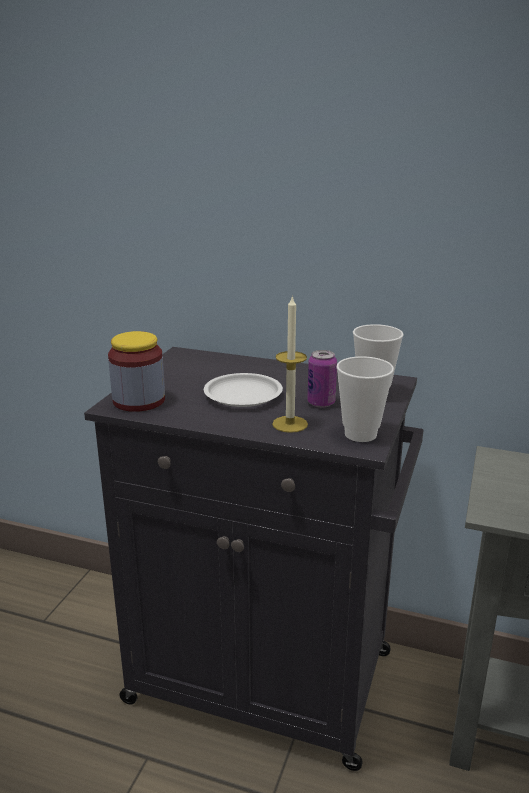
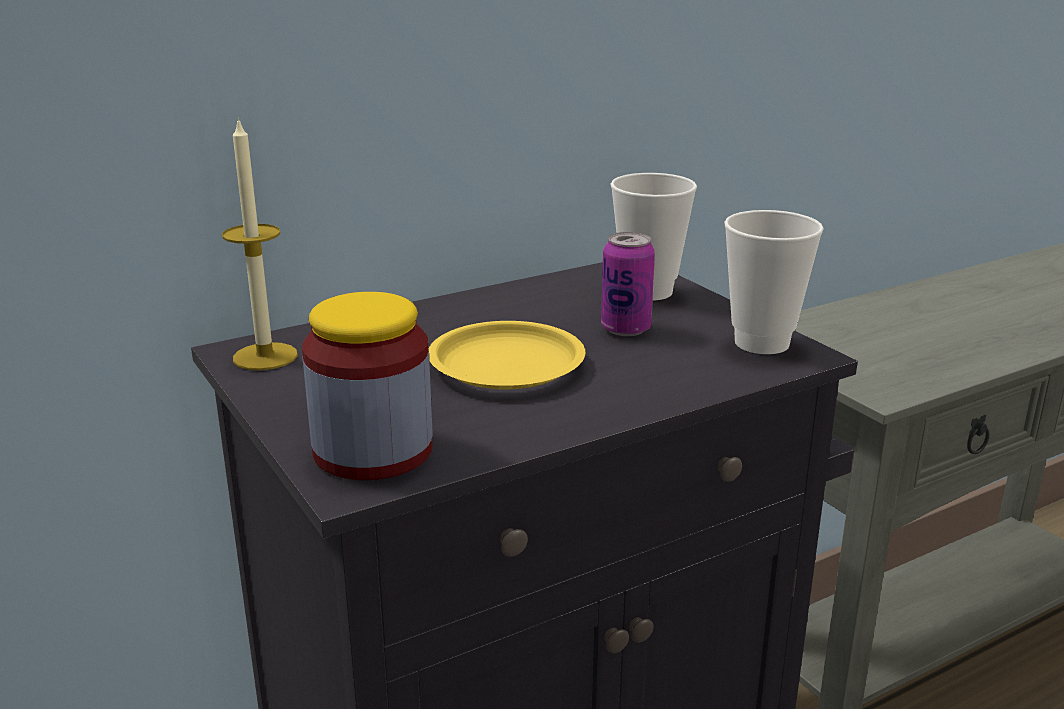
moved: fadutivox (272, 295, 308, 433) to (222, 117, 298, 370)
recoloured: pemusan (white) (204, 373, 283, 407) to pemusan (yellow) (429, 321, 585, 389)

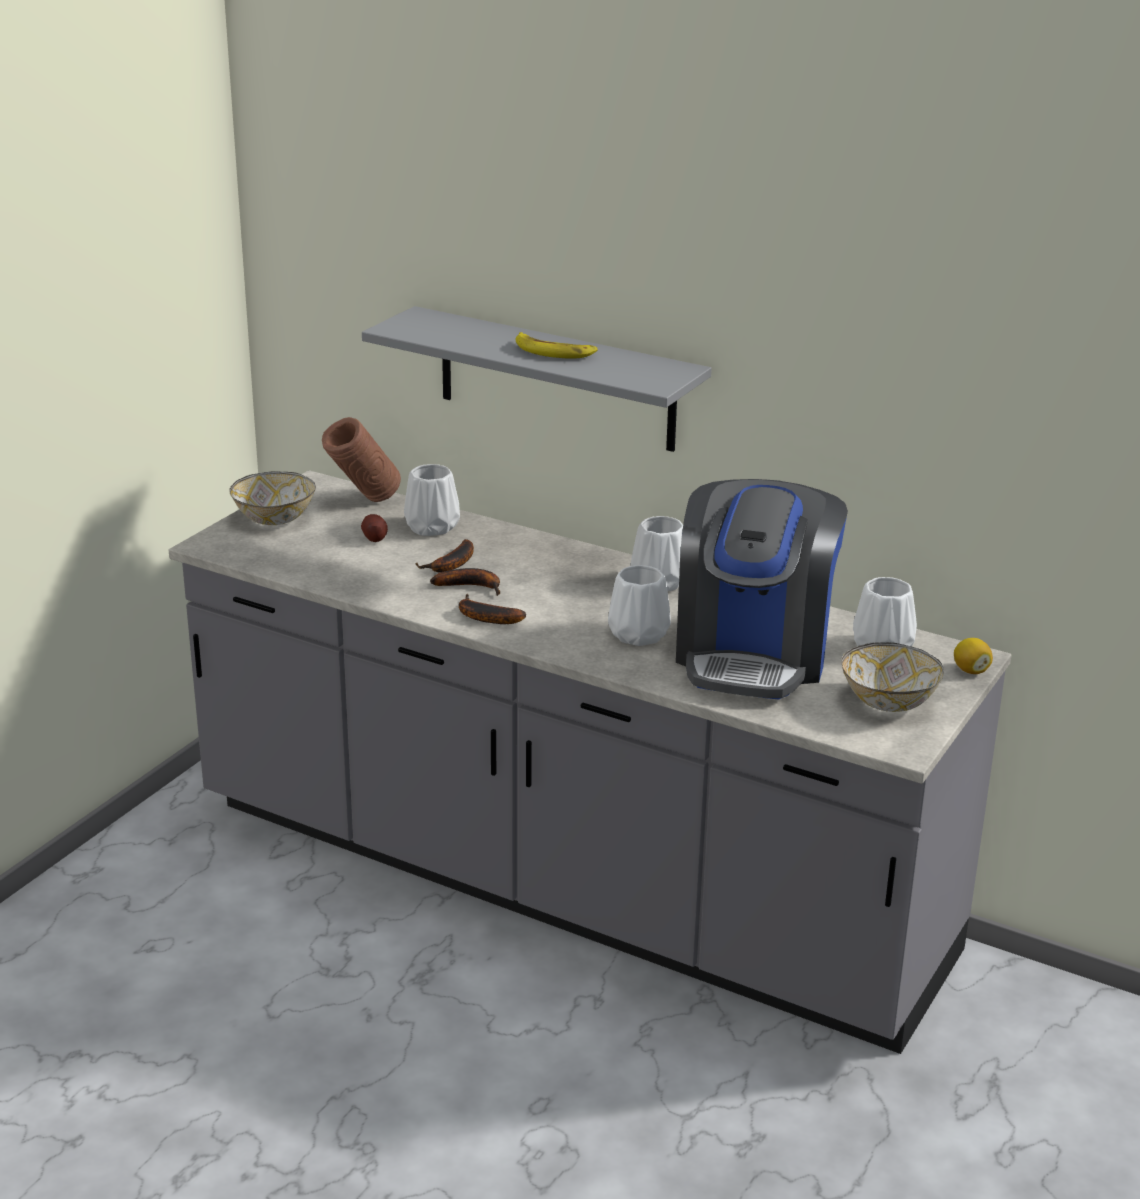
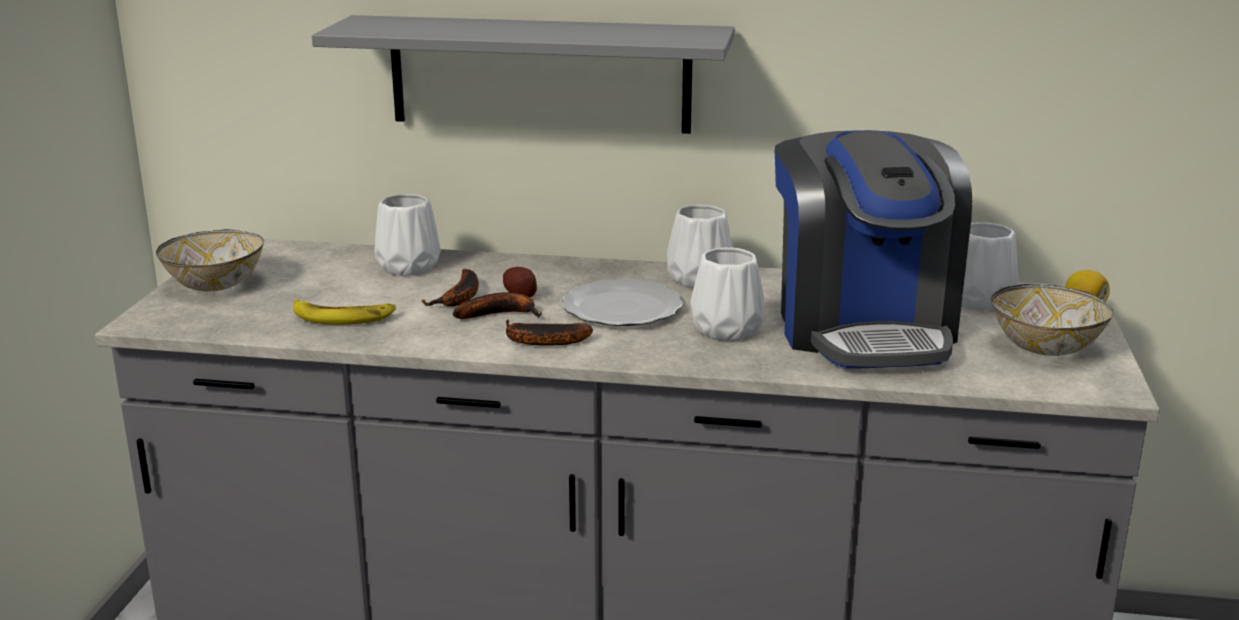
removed: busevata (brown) (322, 417, 401, 502)
added: pemusan (562, 279, 683, 326)
moved: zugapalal (516, 332, 598, 359) to (293, 299, 396, 325); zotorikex (361, 514, 388, 542) to (503, 267, 537, 297)

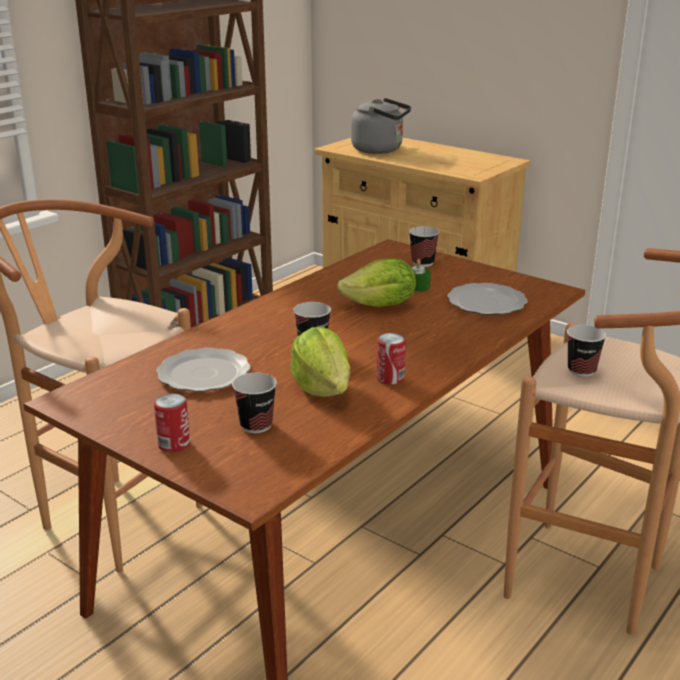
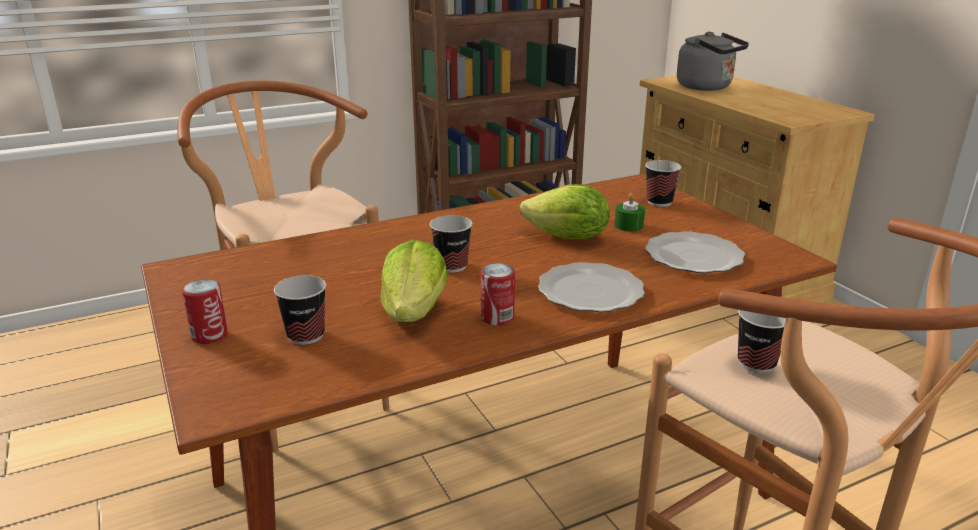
moved: pemusan (156, 347, 251, 392) to (538, 262, 645, 312)

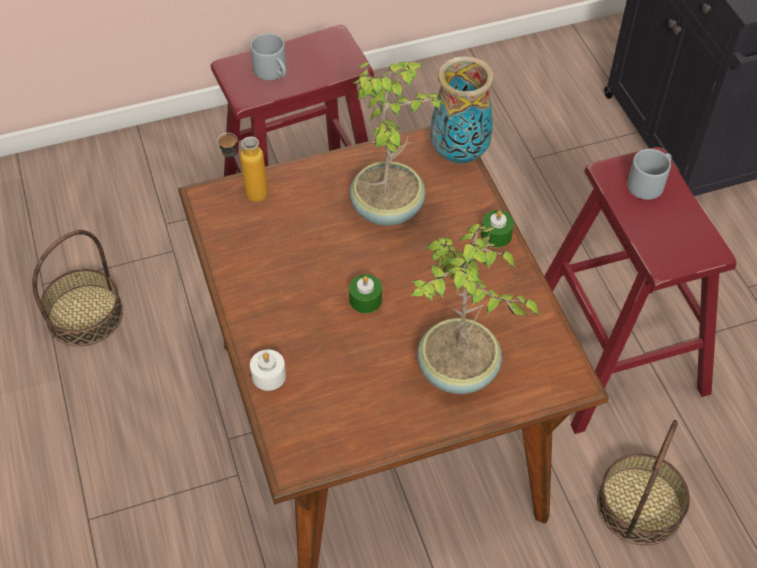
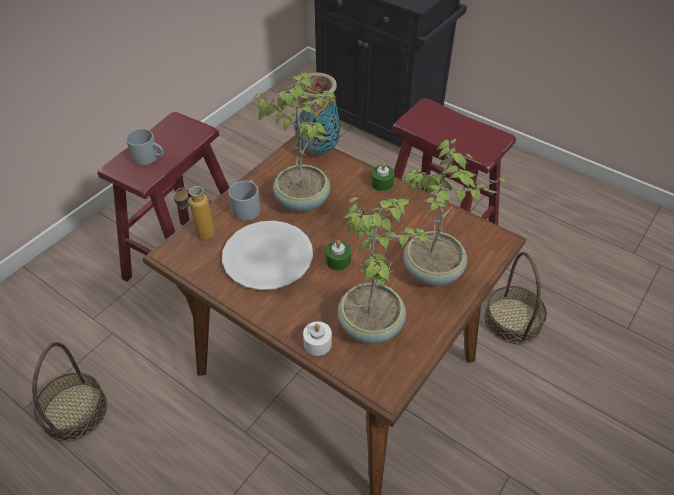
added: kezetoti (338, 197, 432, 344); pemusan (white) (222, 221, 313, 290)
moved: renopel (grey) (627, 149, 672, 200) to (228, 180, 261, 221)

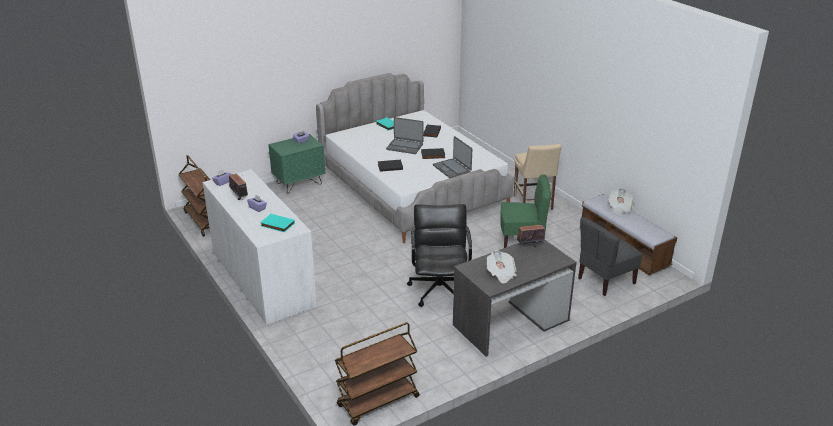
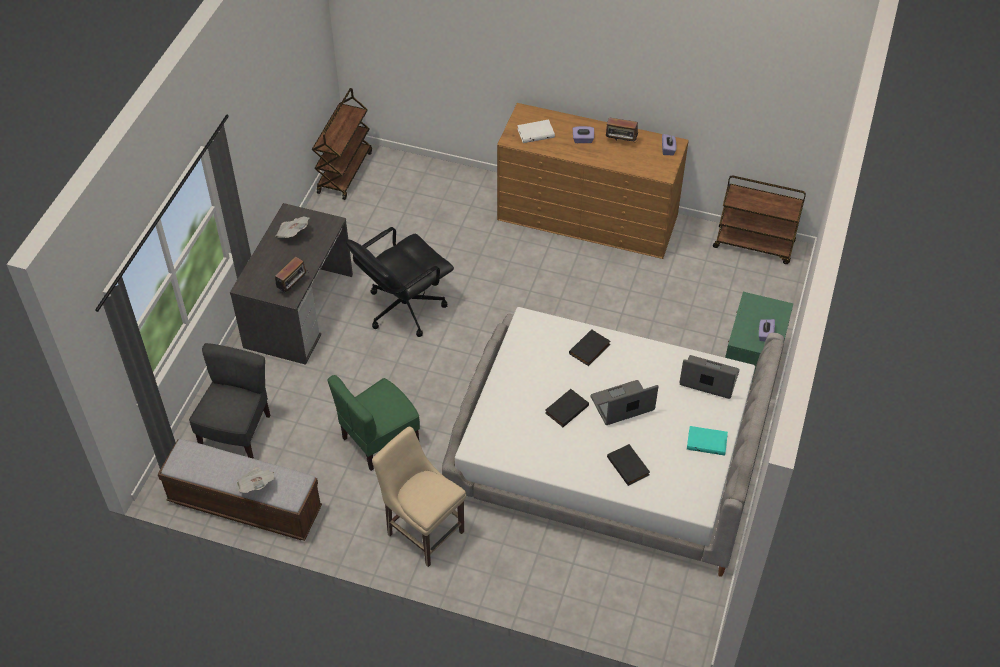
moved: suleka (433, 136, 472, 178) to (679, 355, 740, 399)
recoloured: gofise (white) (203, 169, 317, 325) to gofise (brown) (497, 103, 689, 259); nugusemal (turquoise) (260, 214, 295, 233) to nugusemal (white) (517, 120, 555, 143)
turned: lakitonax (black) (407, 204, 472, 307) = (346, 227, 454, 337) 90 degrees clockwise

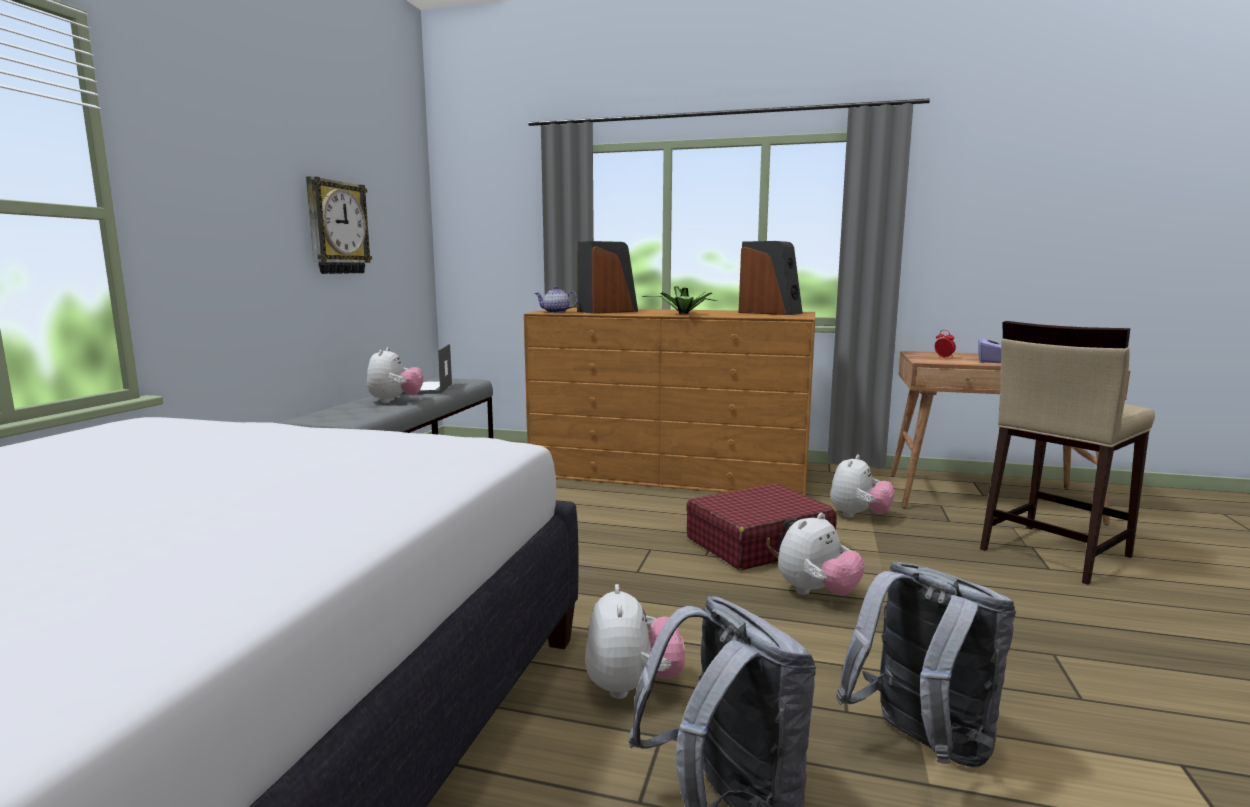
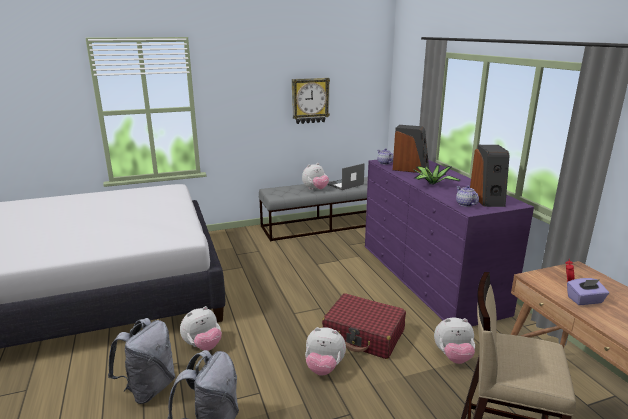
added: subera (456, 186, 479, 207)
recoloured: gofise (brown) (524, 308, 815, 496) to gofise (purple) (365, 160, 534, 326)

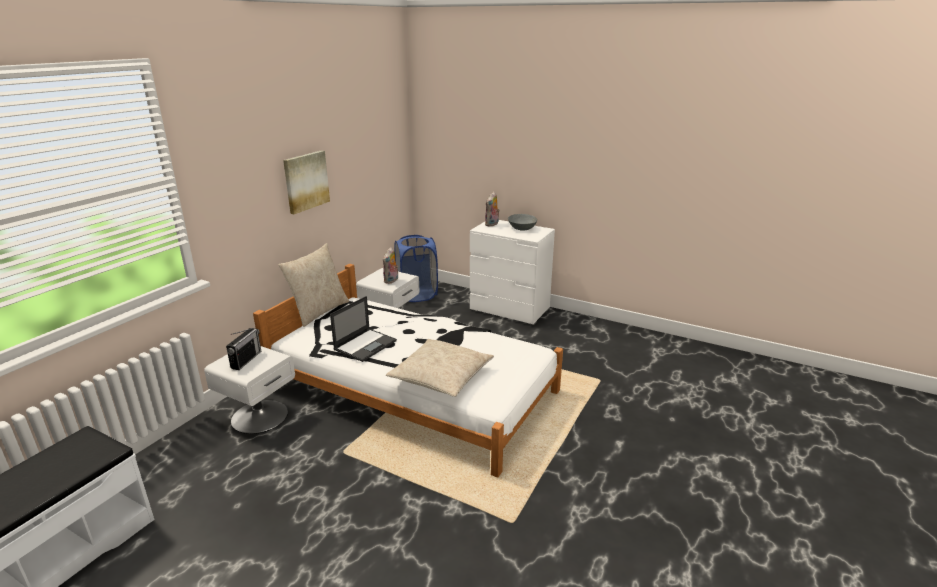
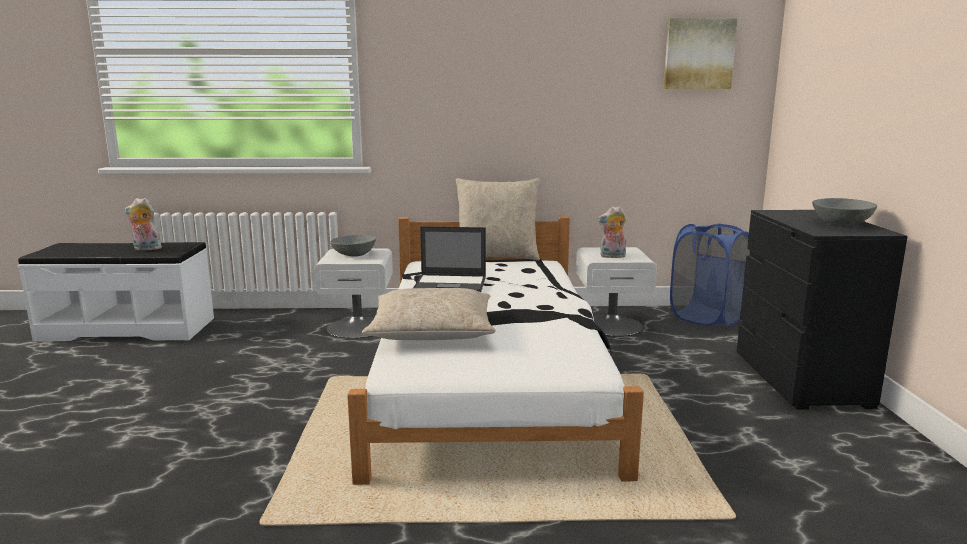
moved: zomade (283, 151, 330, 214) to (664, 18, 738, 89); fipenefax (485, 192, 500, 227) to (125, 198, 162, 250)
replaced: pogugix (226, 328, 261, 370) to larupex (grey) (330, 235, 376, 257)
recoloured: gofise (white) (470, 220, 555, 325) to gofise (black) (737, 210, 908, 410)

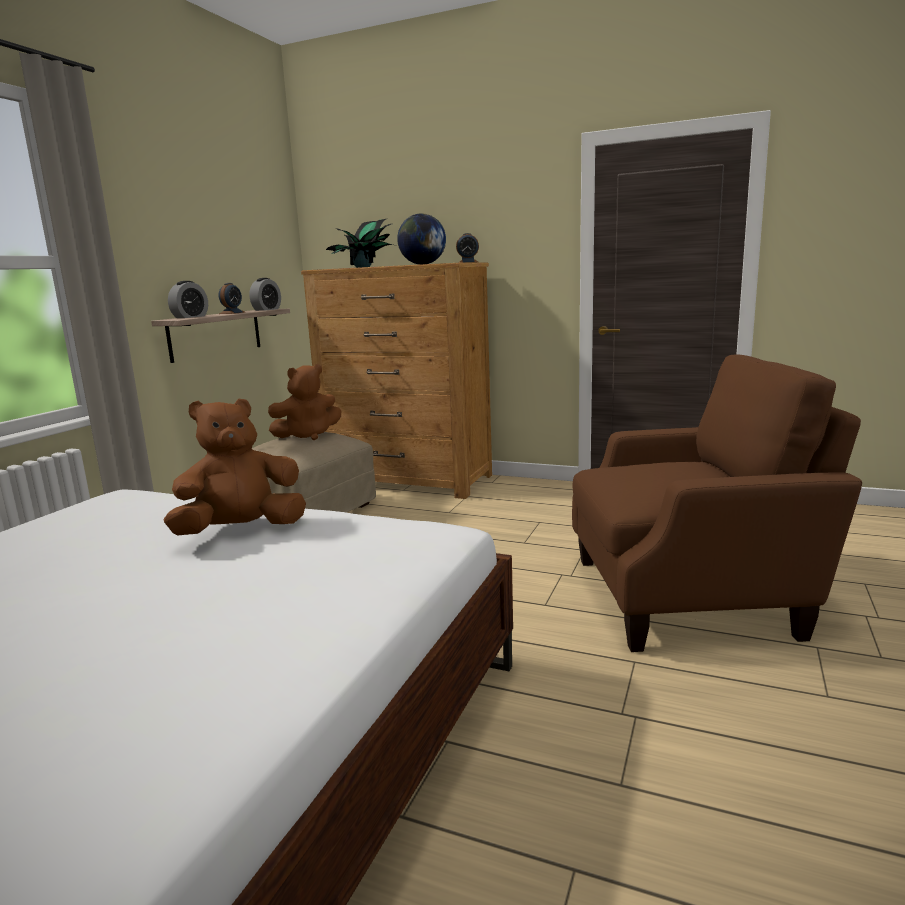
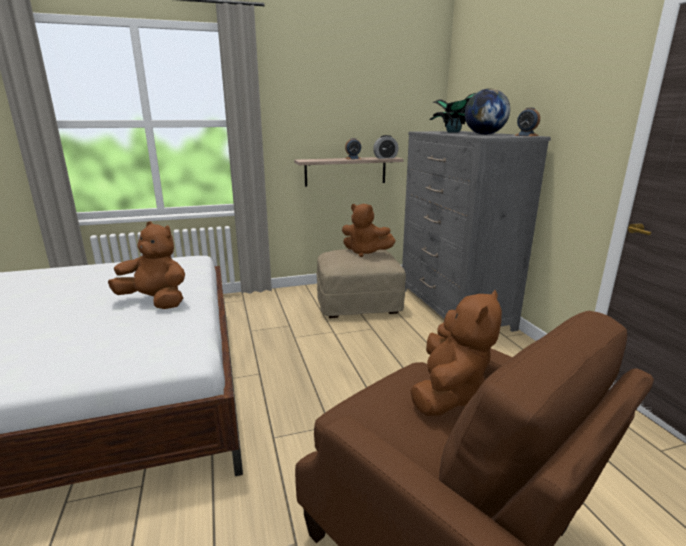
removed: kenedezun (168, 281, 208, 318)
added: fipenefax (brown) (410, 290, 502, 416)
recoloured: gofise (brown) (301, 262, 492, 499) to gofise (grey) (402, 131, 551, 332)

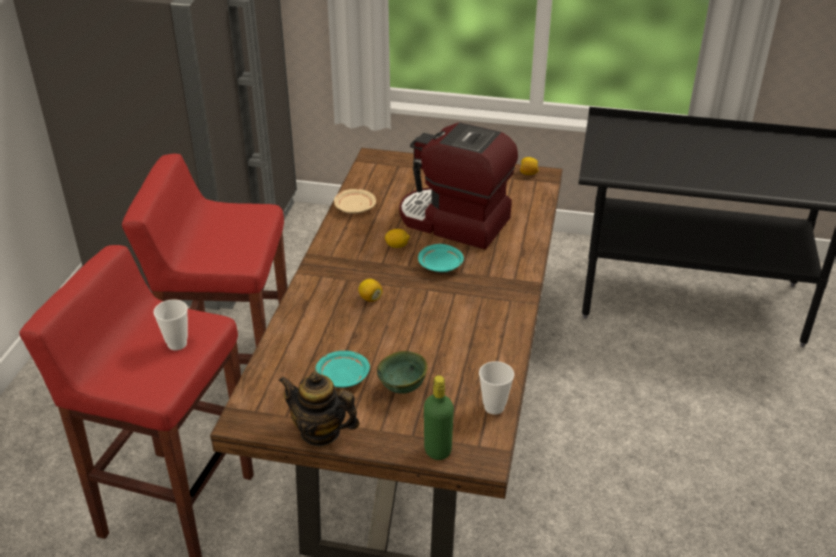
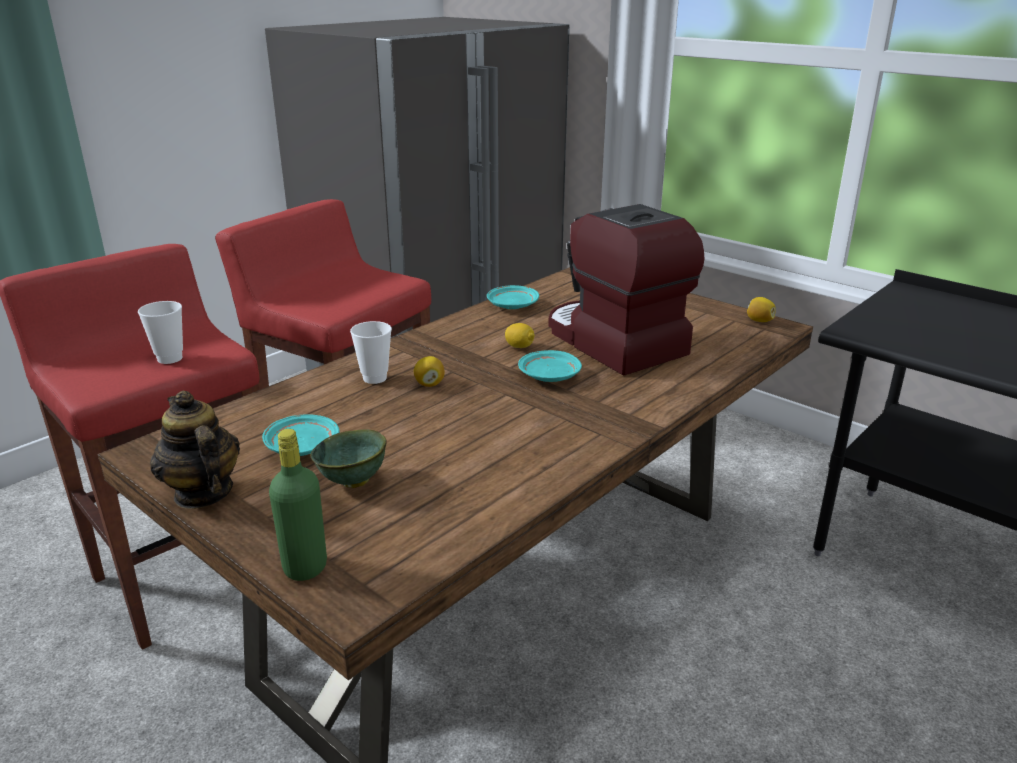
moved: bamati (479, 361, 514, 415) to (350, 321, 392, 384)
recoloured: pemusan (beige) (334, 189, 376, 214) to pemusan (turquoise) (487, 285, 539, 309)

